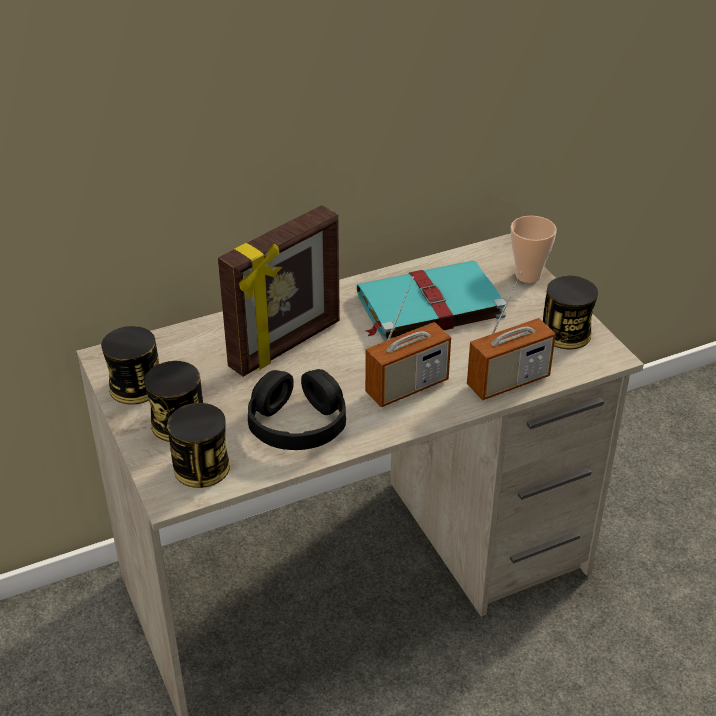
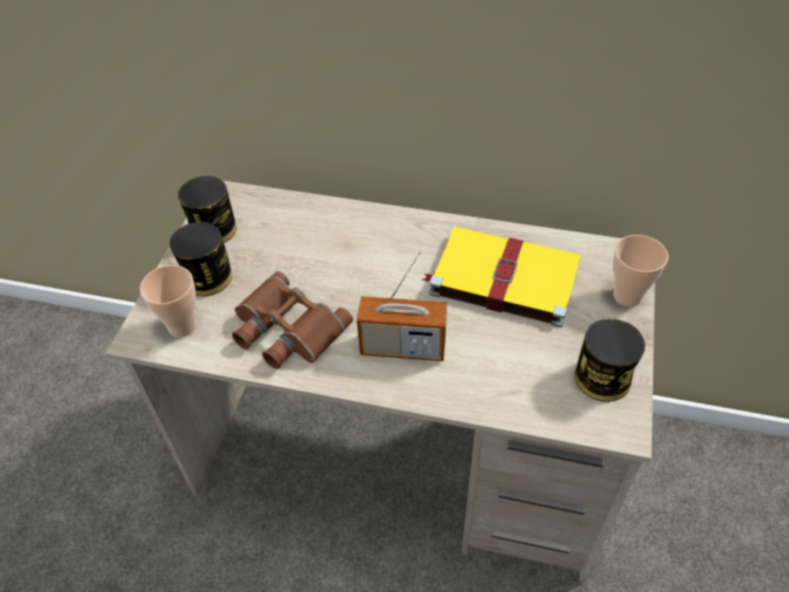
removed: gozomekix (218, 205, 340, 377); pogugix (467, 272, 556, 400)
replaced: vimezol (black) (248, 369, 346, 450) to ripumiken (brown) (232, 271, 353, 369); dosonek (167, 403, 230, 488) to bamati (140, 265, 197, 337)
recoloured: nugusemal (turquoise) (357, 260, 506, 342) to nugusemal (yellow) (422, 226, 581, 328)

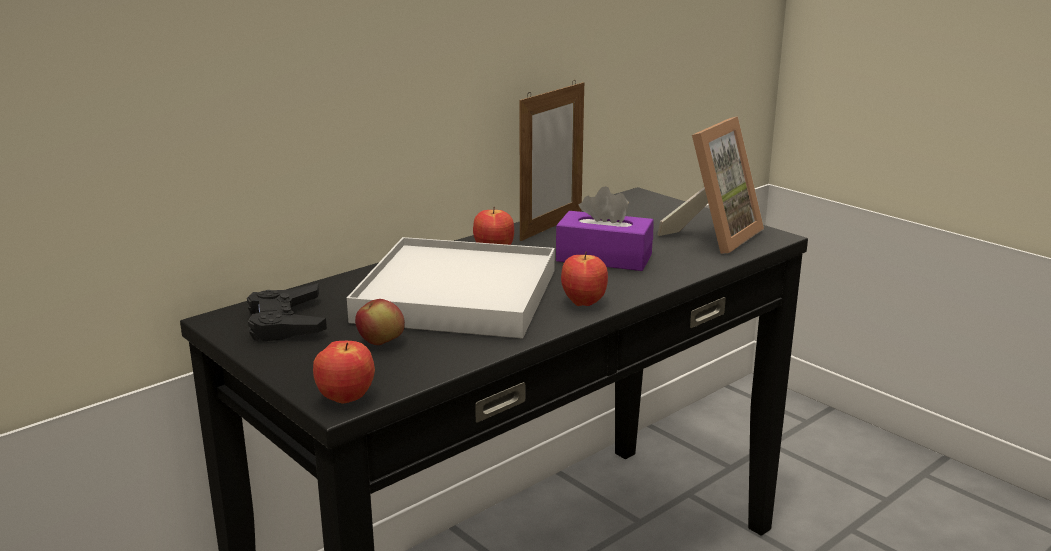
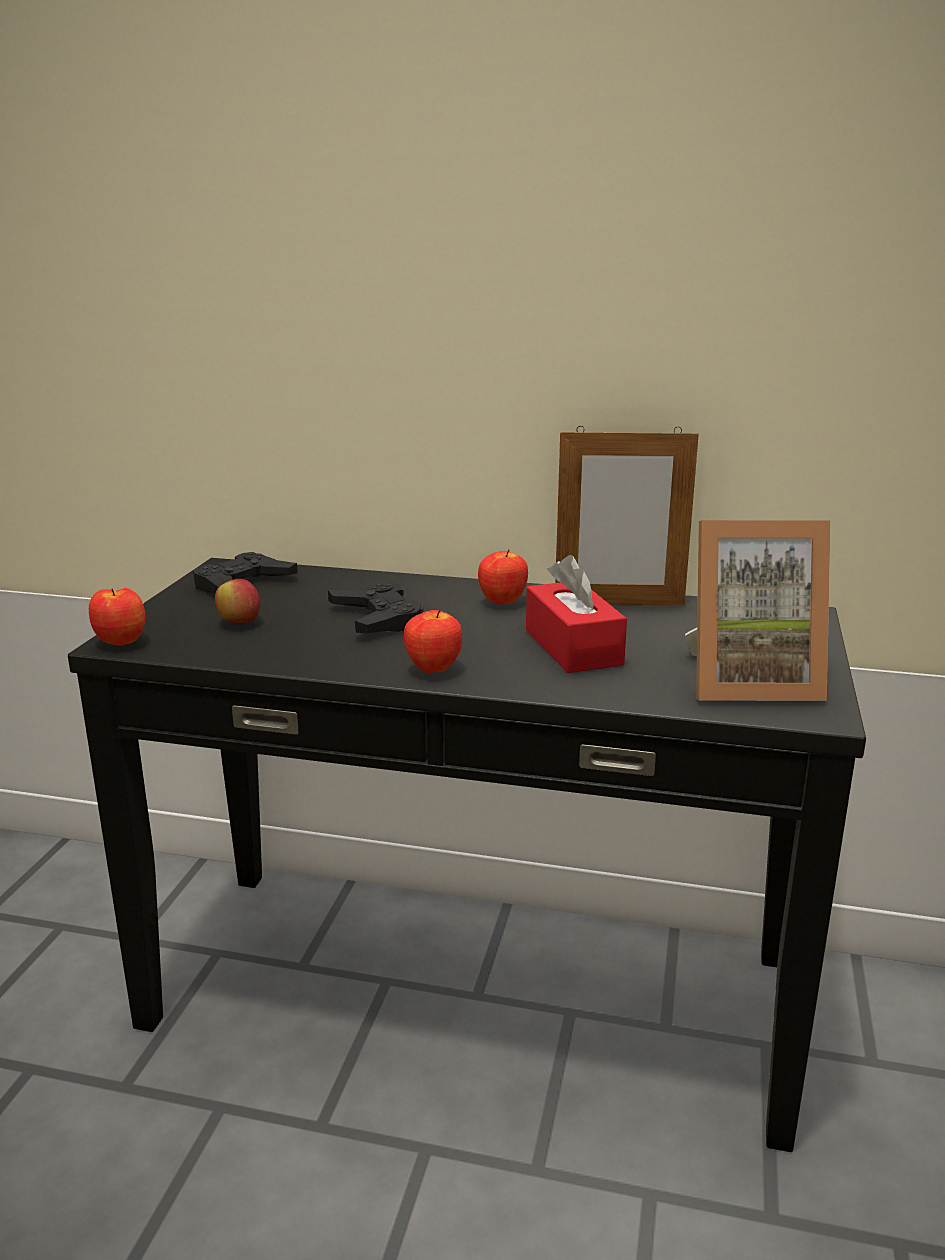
replaced: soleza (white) (347, 237, 555, 338) to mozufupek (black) (328, 583, 424, 633)
recoloured: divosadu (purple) (556, 186, 654, 271) to divosadu (red) (526, 555, 627, 673)

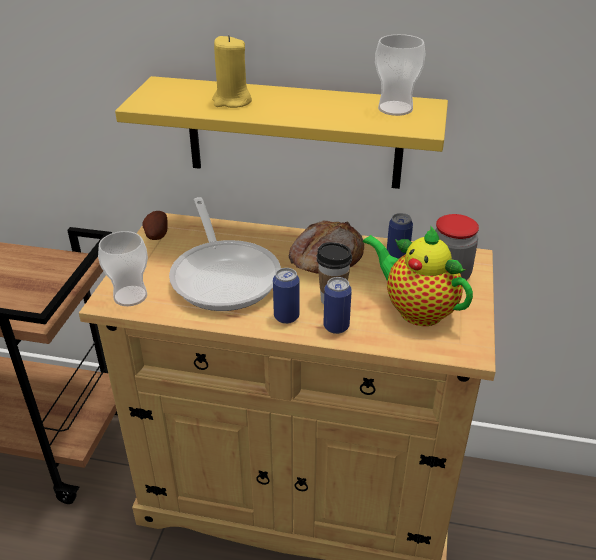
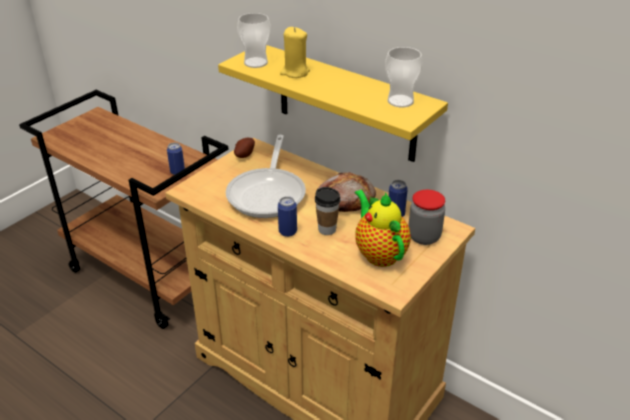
moved: bamati (98, 231, 148, 306) to (237, 13, 271, 68); dosonek (323, 277, 352, 334) to (167, 143, 185, 175)

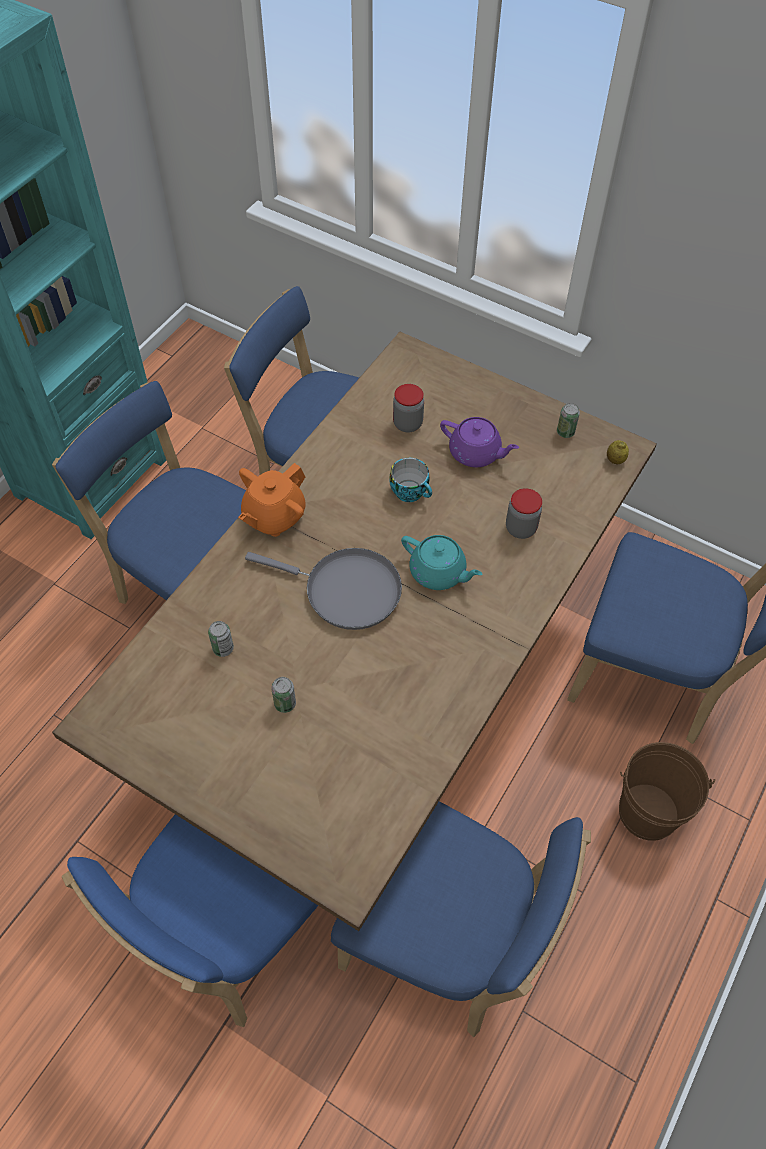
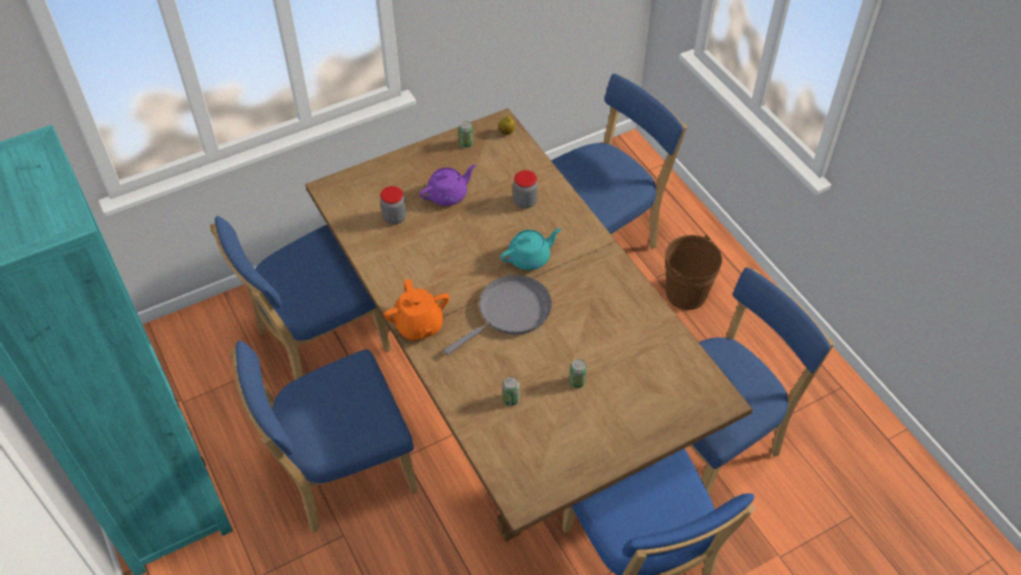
removed: bamati (389, 458, 432, 502)

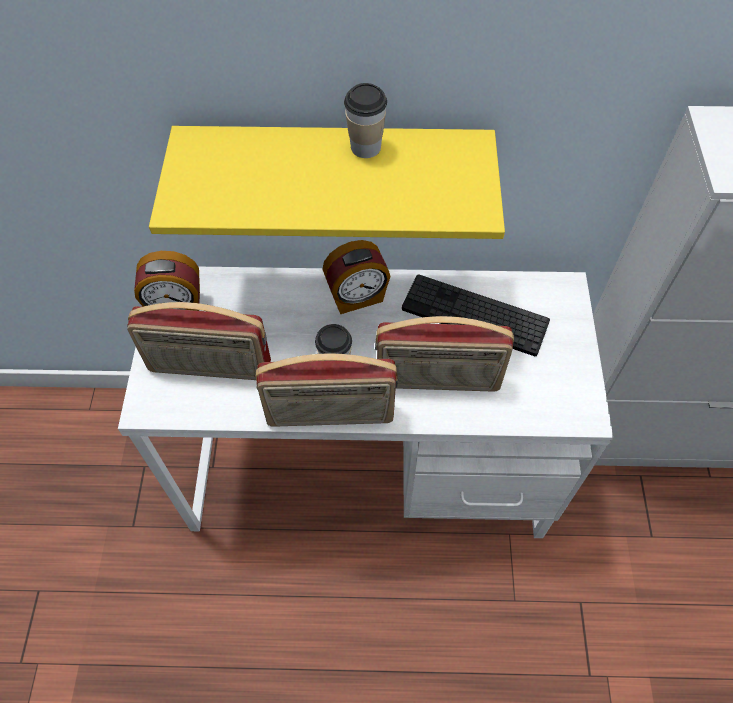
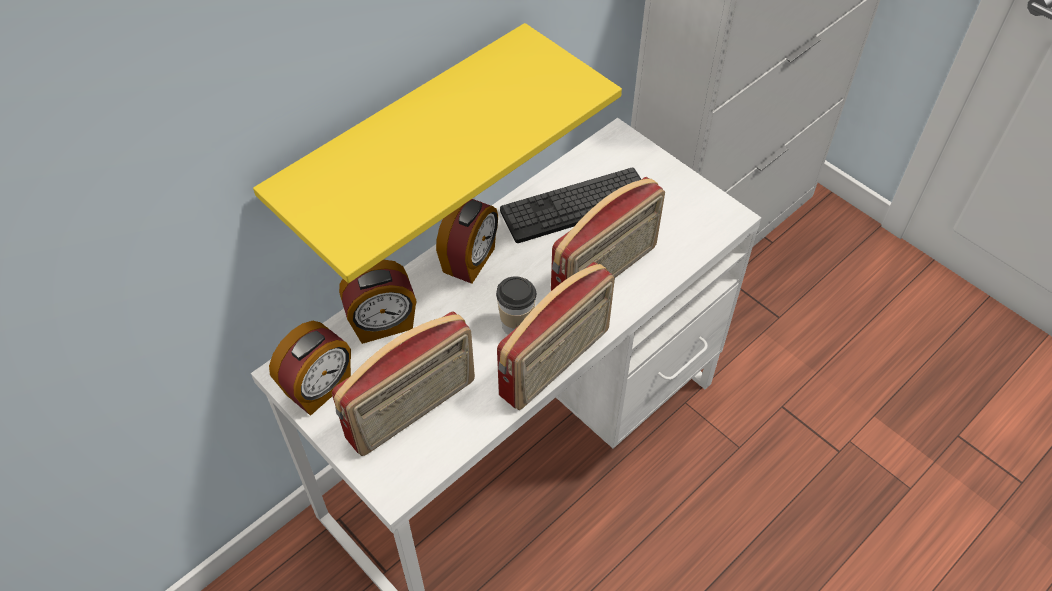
removed: bamati (344, 83, 387, 158)
added: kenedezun (339, 259, 416, 344)

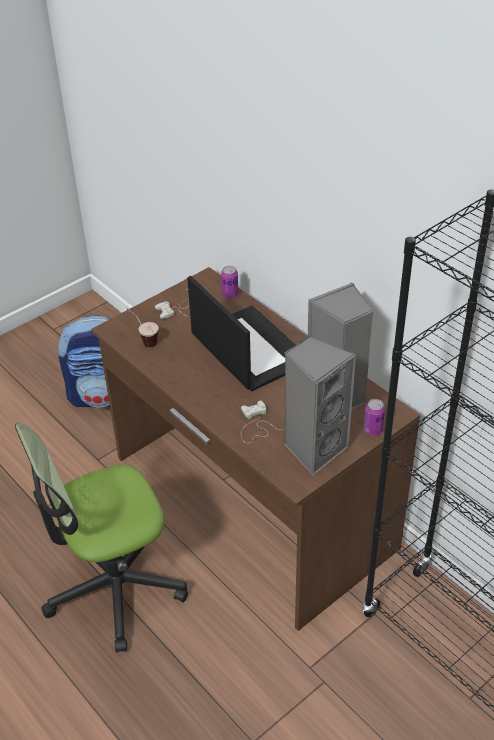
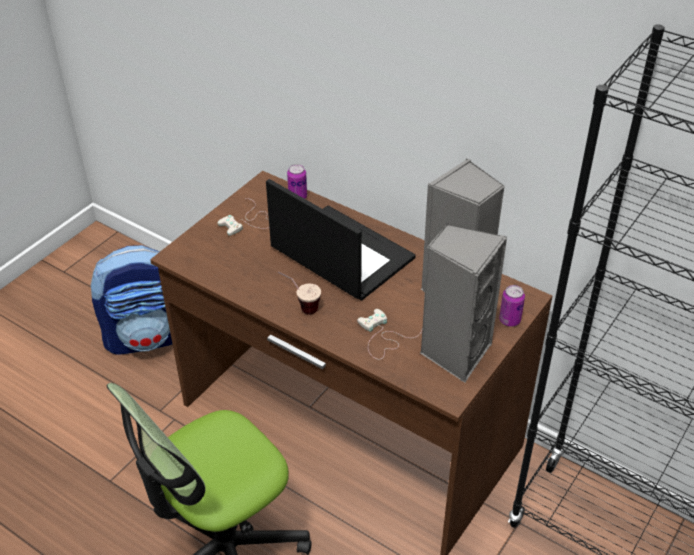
moved: bamati (127, 309, 159, 347) to (278, 271, 321, 315)

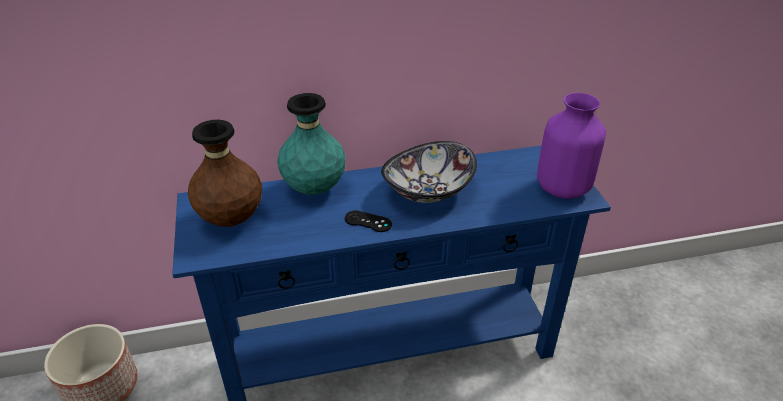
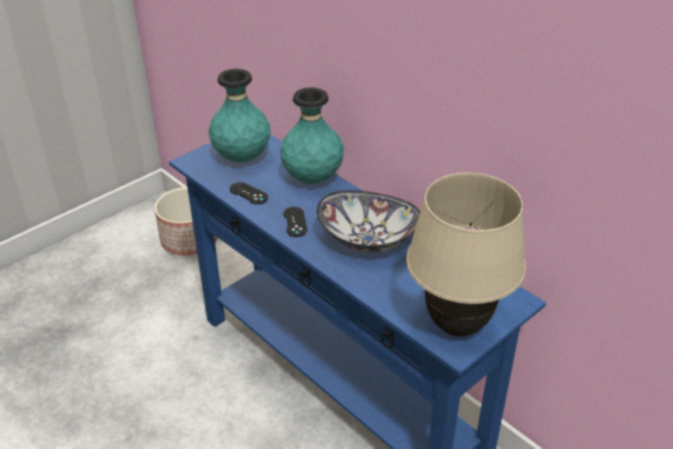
added: mozufupek (black) (230, 182, 268, 204)
replaced: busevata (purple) (537, 93, 606, 199) to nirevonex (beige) (406, 173, 526, 337)
recoloured: busevata (brown) (188, 120, 262, 227) to busevata (turquoise) (208, 69, 271, 162)

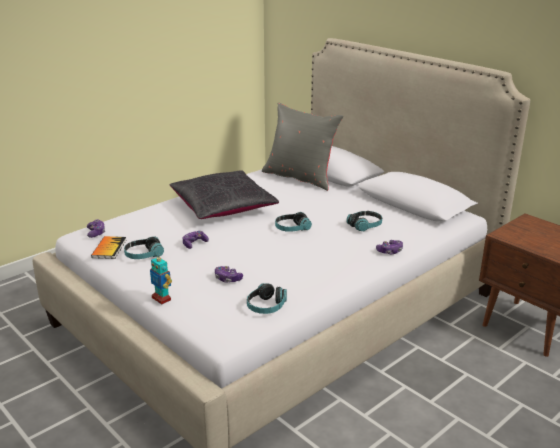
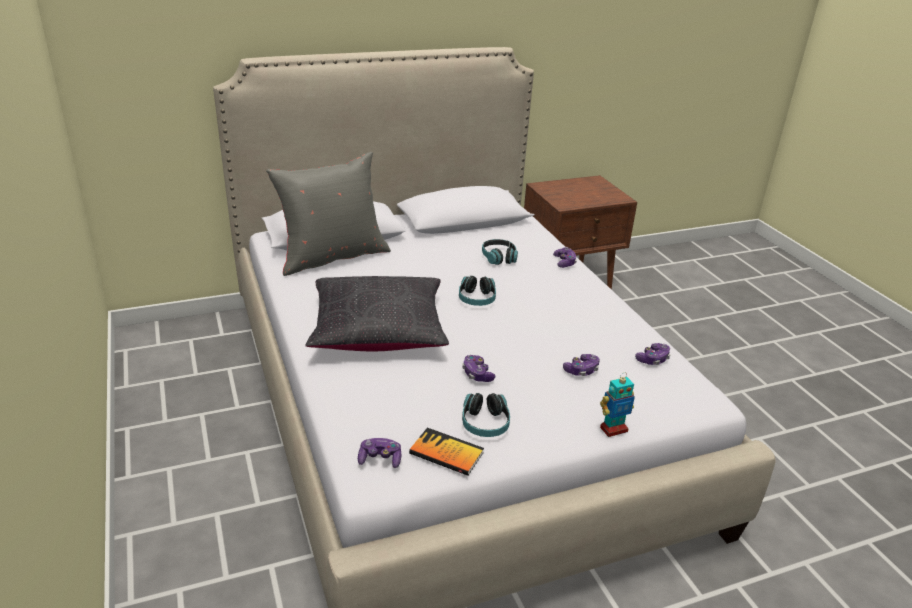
replaced: vimezol (247, 283, 287, 314) to mozufupek (635, 343, 670, 365)

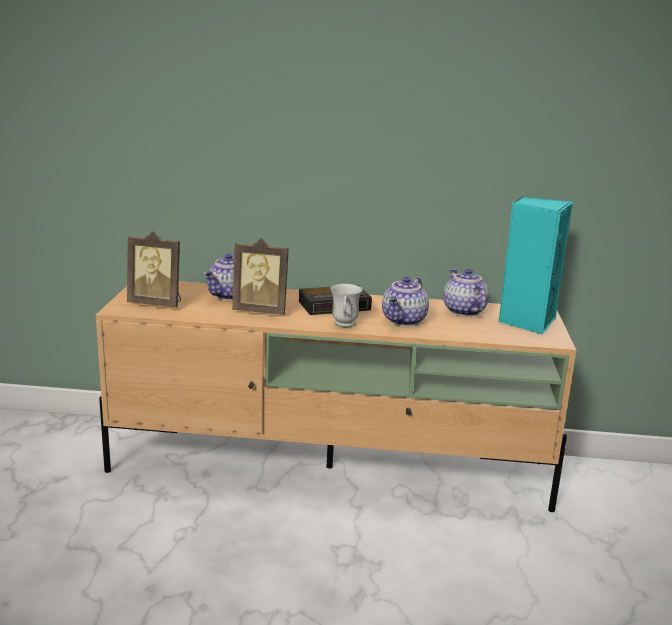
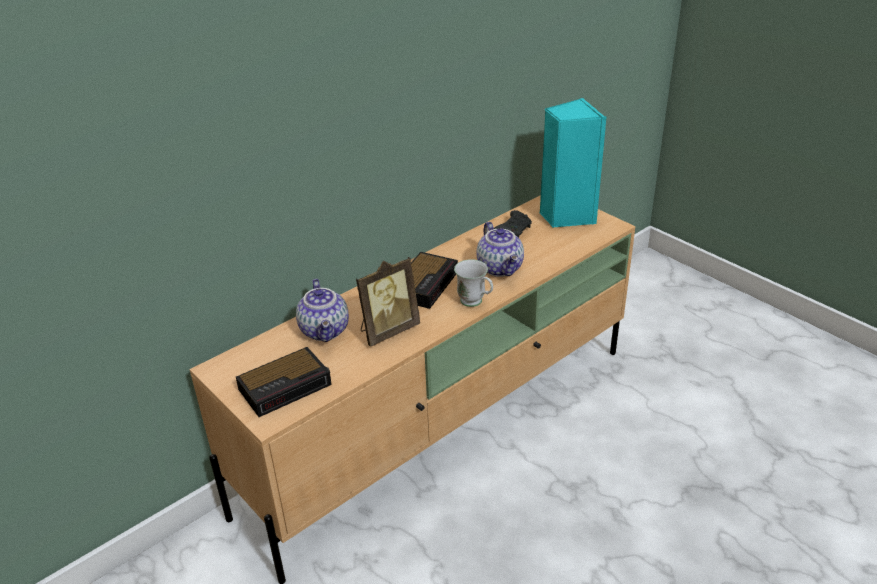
replaced: gozomekix (127, 231, 181, 308) to kenedezun (236, 347, 332, 417); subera (443, 269, 489, 316) to mozufupek (black) (494, 210, 532, 238)

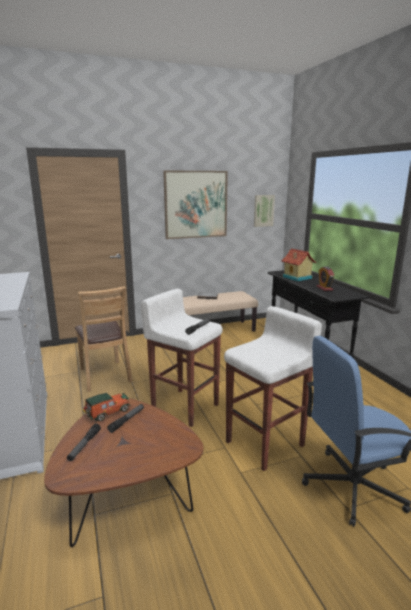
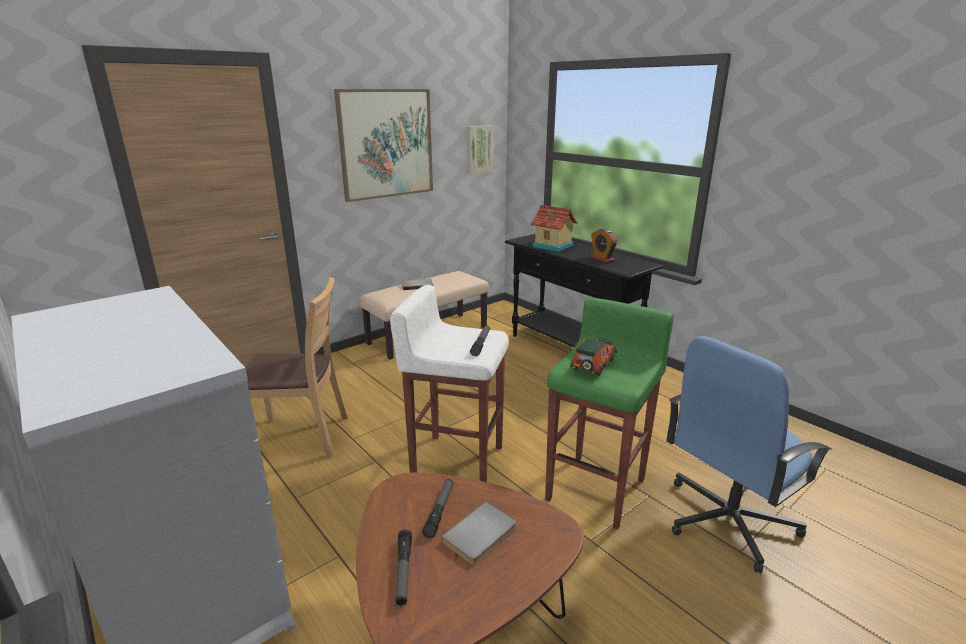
added: nugusemal (grey) (441, 502, 517, 565)
moved: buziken (82, 393, 130, 422) to (570, 338, 617, 376)
recoloured: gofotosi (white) (224, 306, 322, 471) to gofotosi (green) (545, 298, 674, 529)
turned: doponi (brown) (75, 286, 133, 392) = (245, 277, 348, 458) 45 degrees counterclockwise

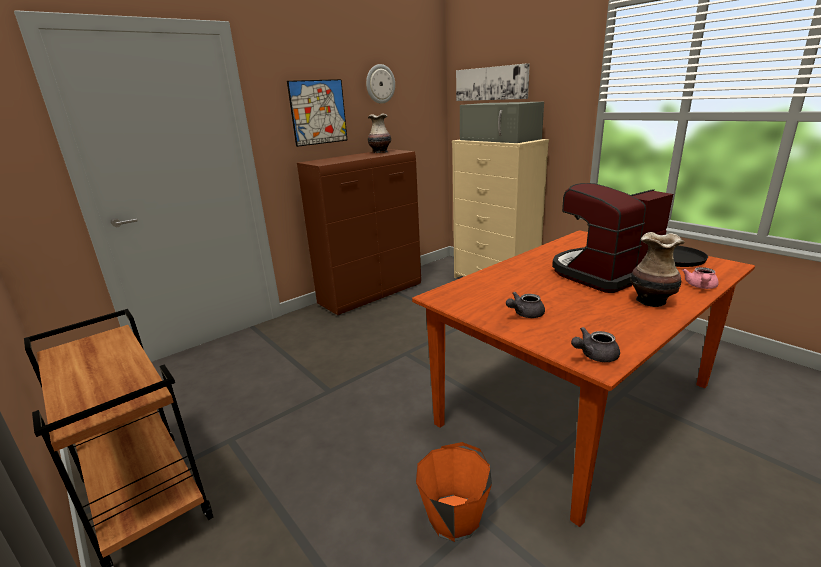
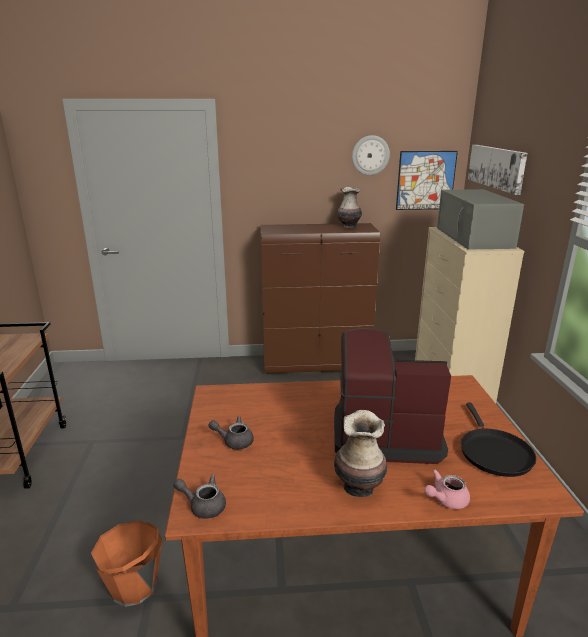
moved: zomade (287, 79, 348, 147) to (396, 151, 458, 210)

